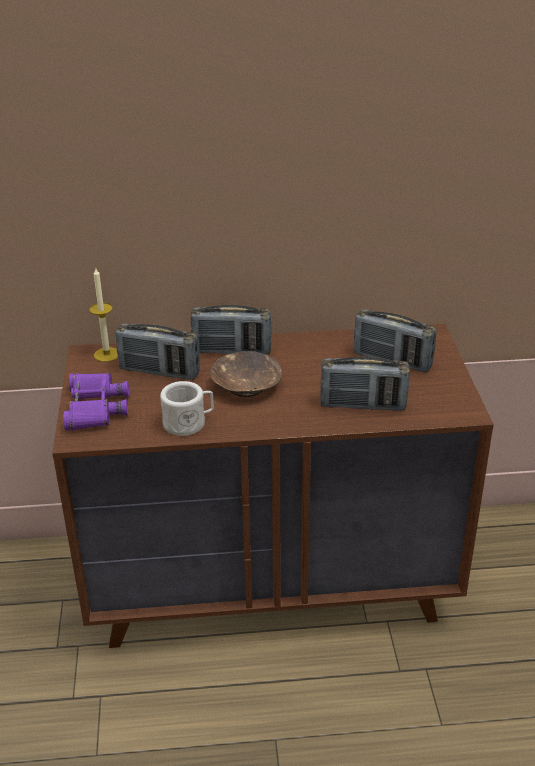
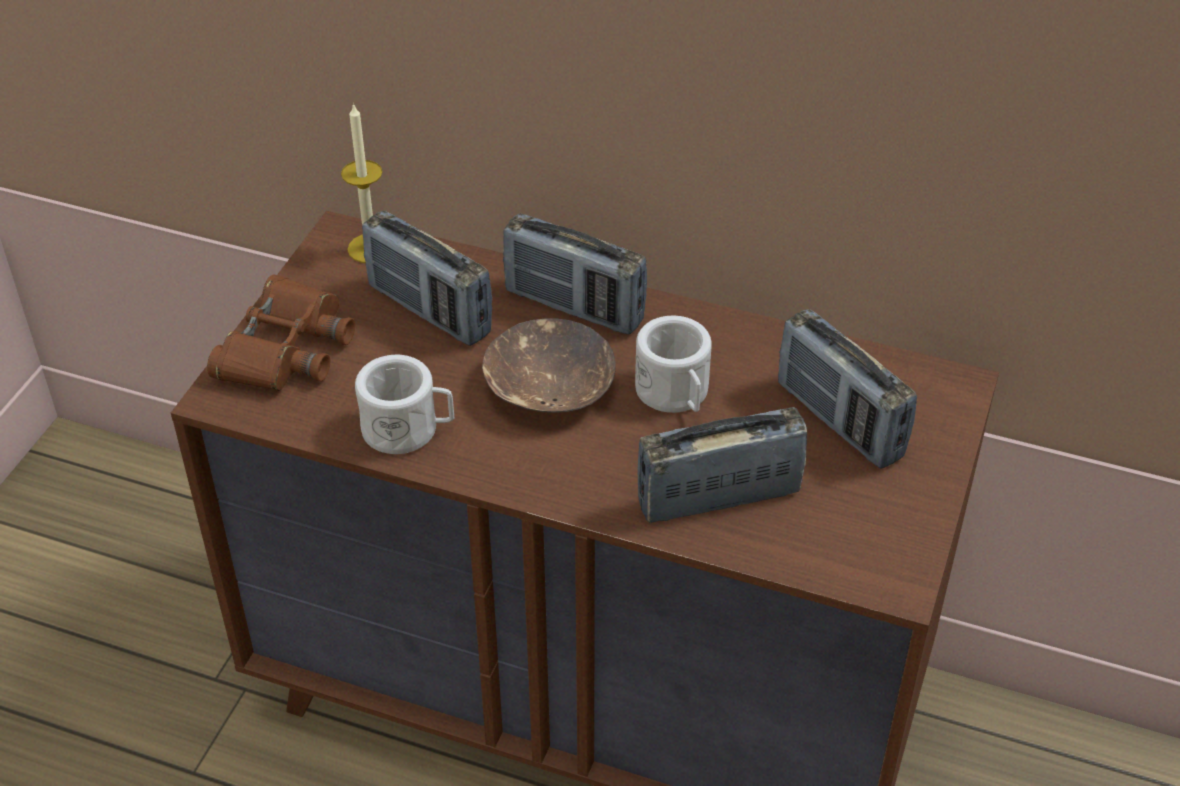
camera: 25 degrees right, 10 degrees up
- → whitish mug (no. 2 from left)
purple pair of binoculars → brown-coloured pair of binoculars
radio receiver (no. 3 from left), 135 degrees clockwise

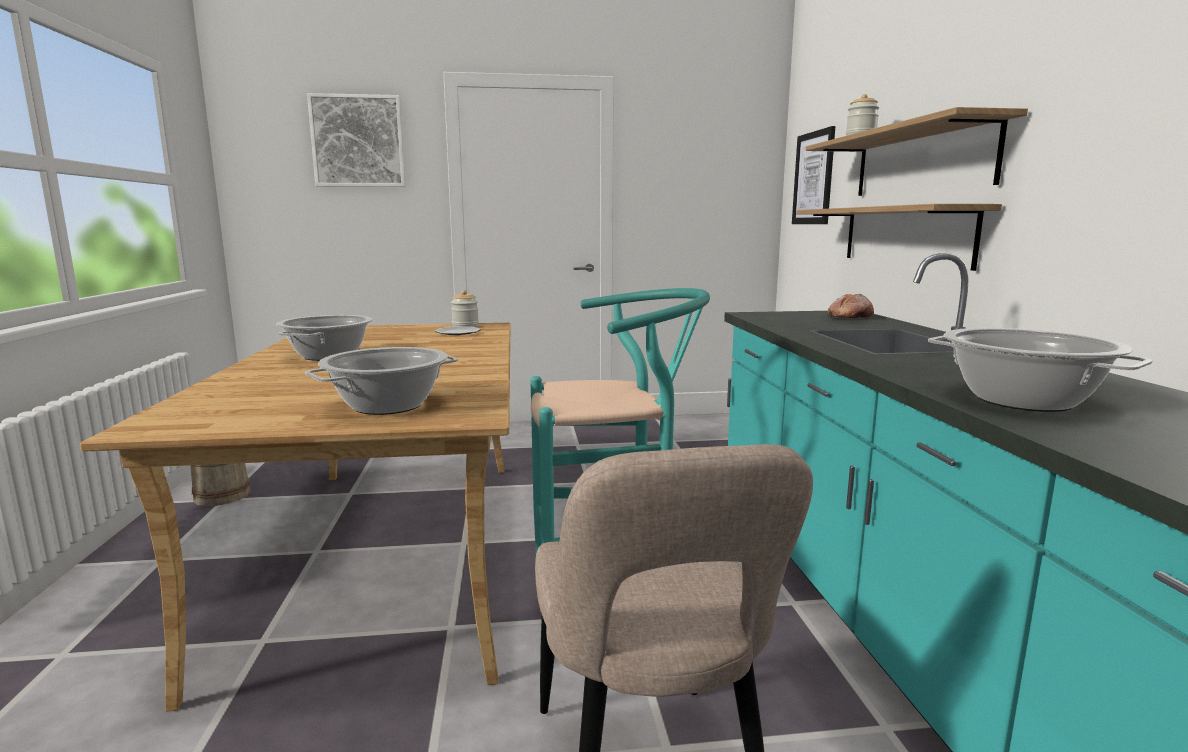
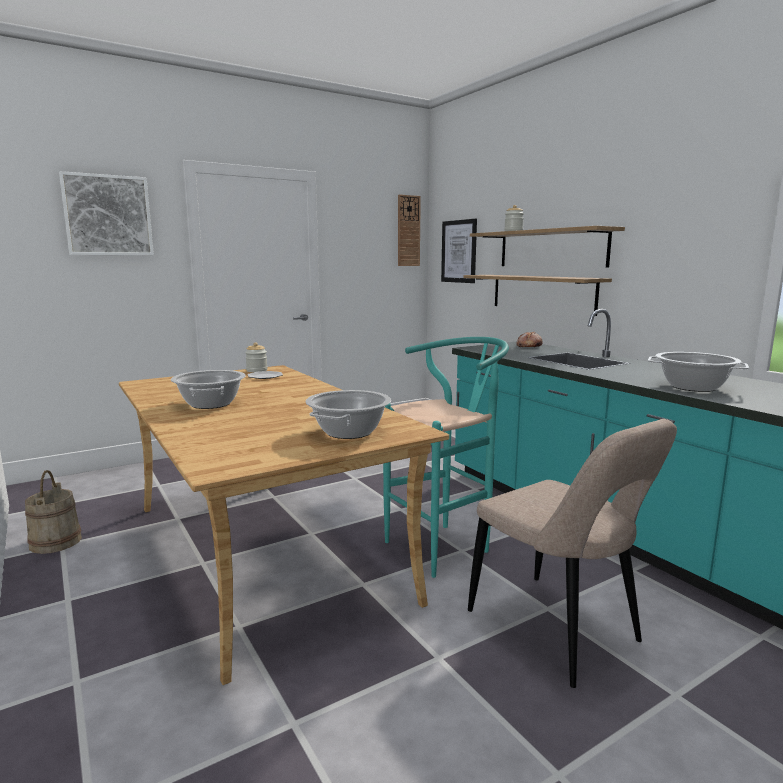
camera: 25 degrees left, 0 degrees up
- → wall clock

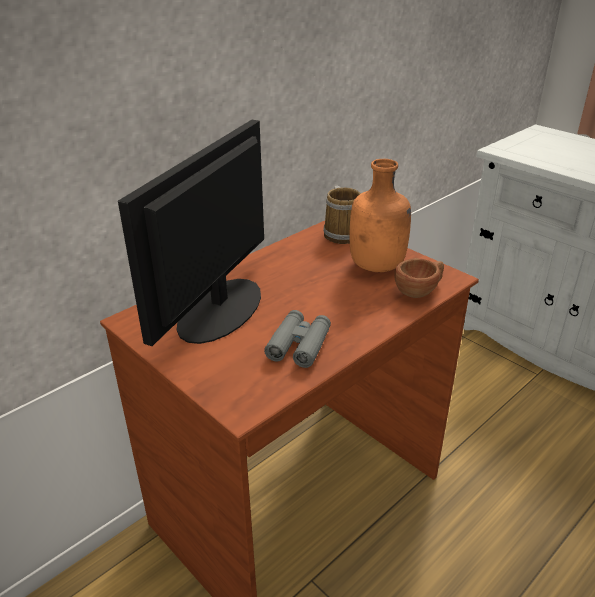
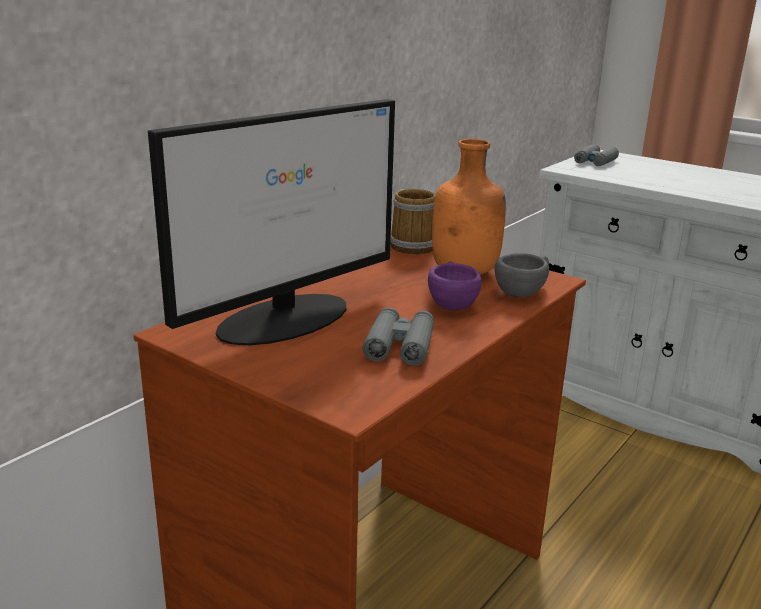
camera: 10 degrees left, 10 degrees down
- → purple drinking cup
- → gray pair of binoculars (no. 2 from left)
brown-coloured drinking cup → gray drinking cup
computer screen, 150 degrees counterclockwise

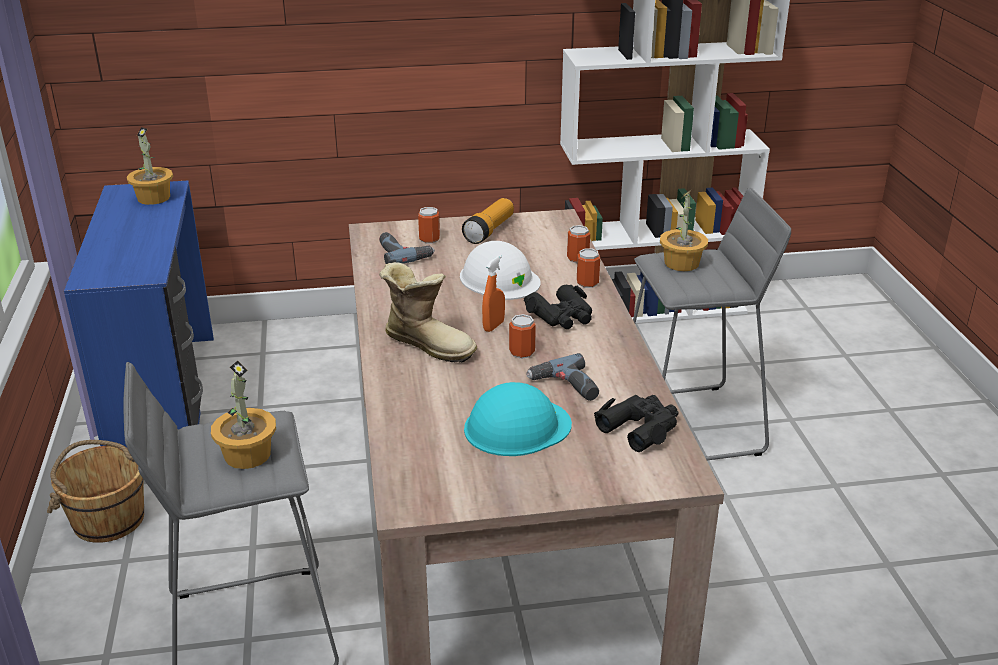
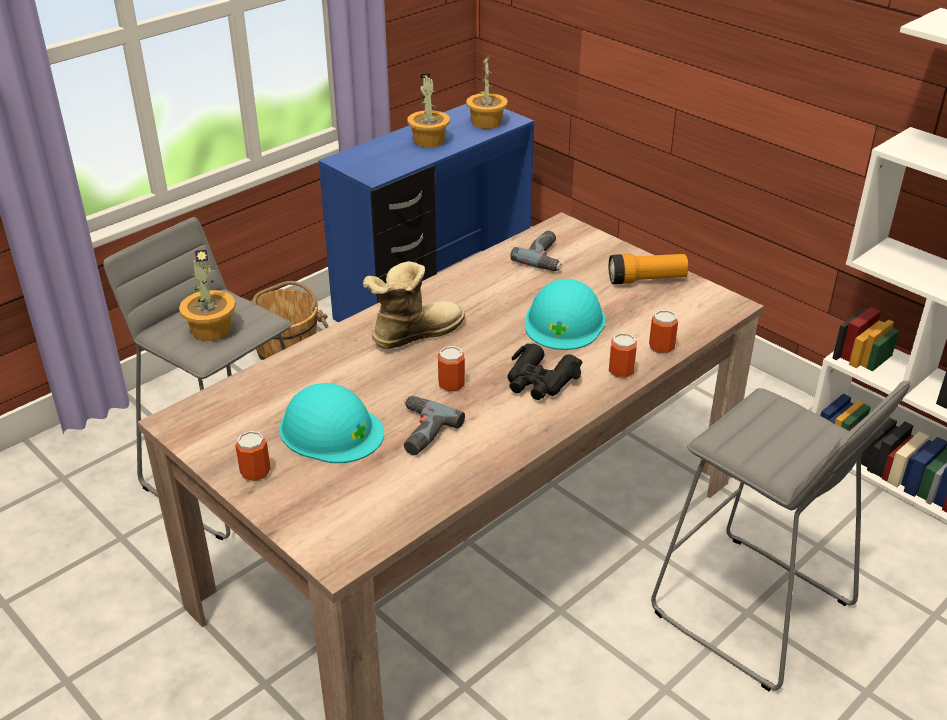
camera: 55 degrees right, 5 degrees up
orangey sprayer → -
black pair of binoculars (no. 2 from left) → -
can (no. 1 from left), relocated
potted plant (no. 3 from left in the first image) → potted plant (no. 2 from left), relocated
whitish work helmet → blue-green work helmet (no. 2 from left)
high-top boot, 120 degrees counterclockwise

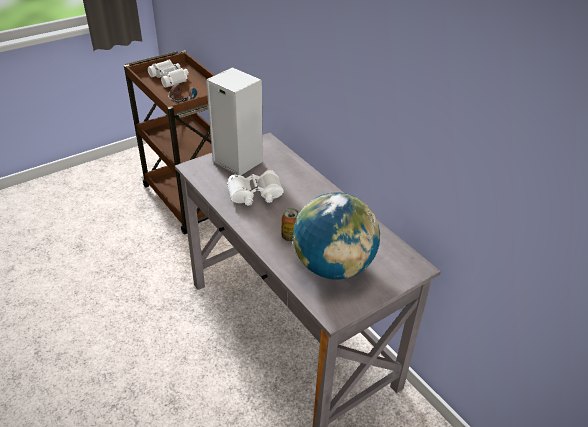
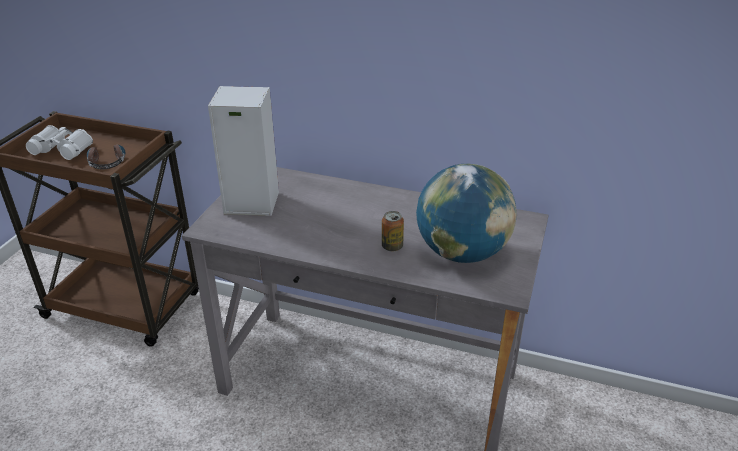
camera: 35 degrees left, 5 degrees down
whitish pair of binoculars (no. 2 from left) → -

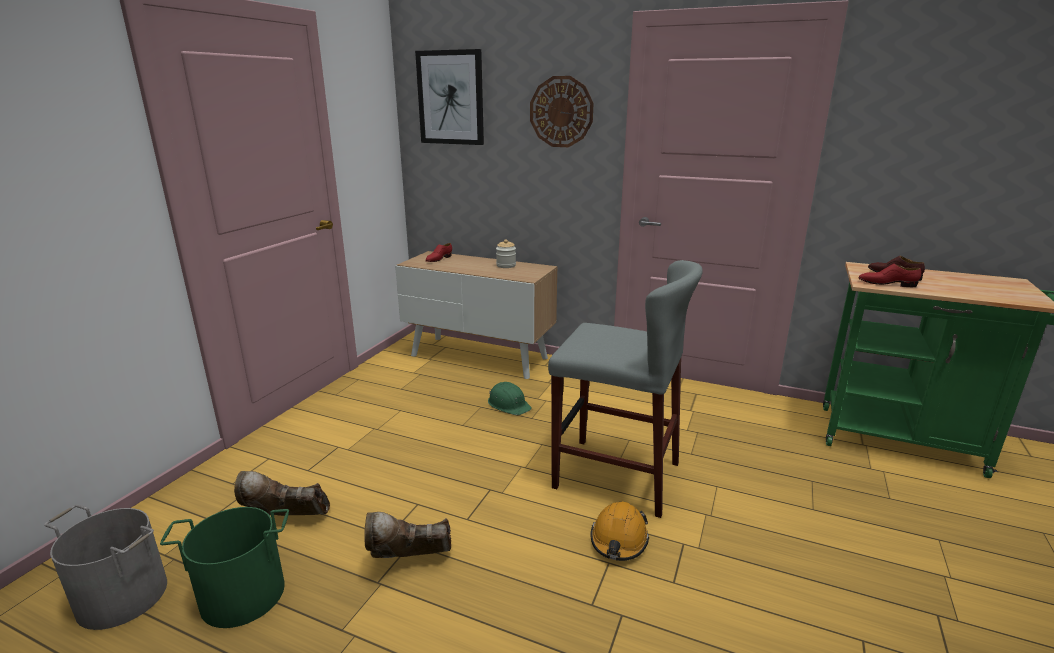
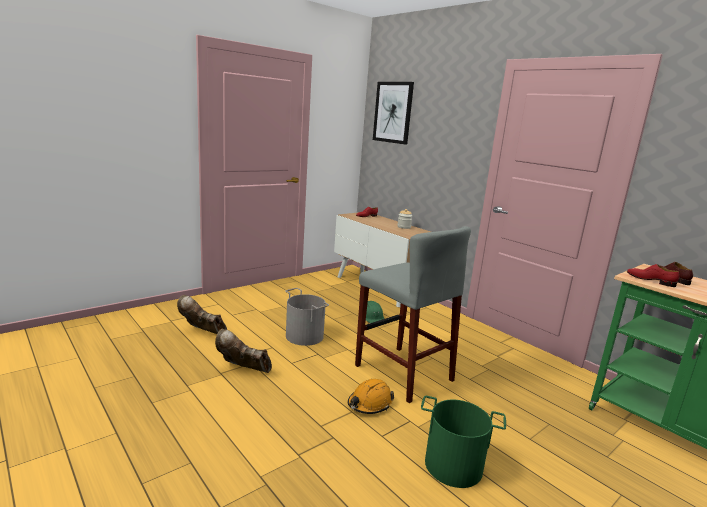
camera: 25 degrees right, 5 degrees down
wall clock → -
gray water bucket, relocated
green-coloured water bucket, relocated

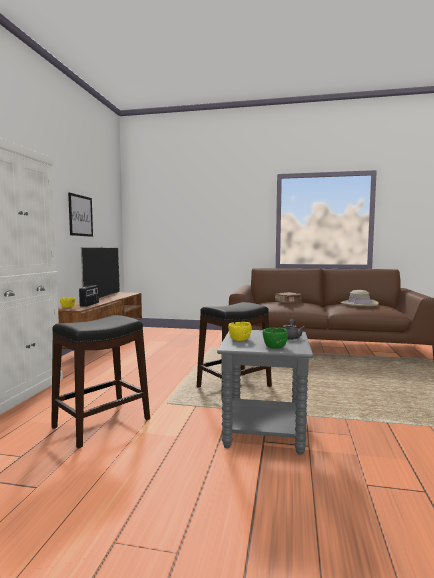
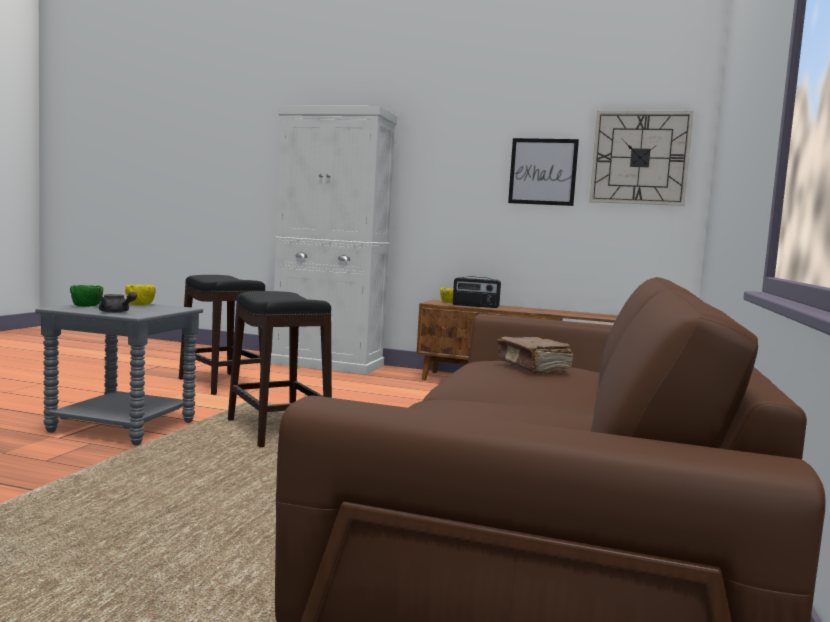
camera: 95 degrees right, 0 degrees up
TV set → -
sand-coloured wearable hat → -
- → wall clock

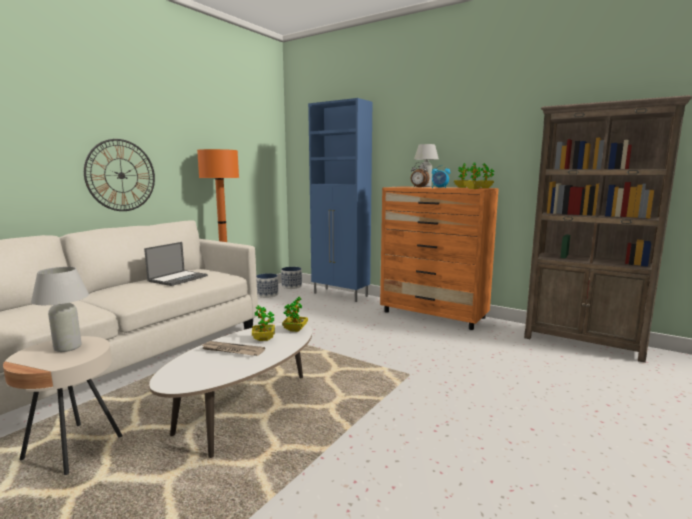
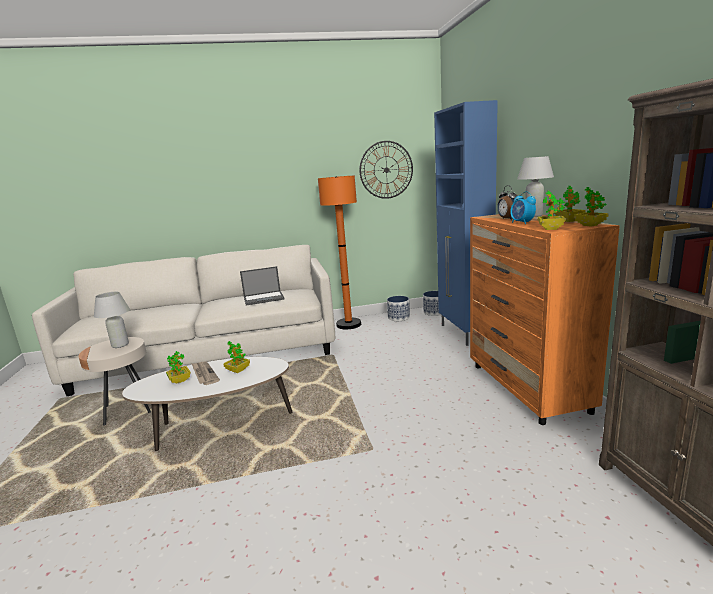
camera: 45 degrees right, 5 degrees up
wall clock, relocated
potted plant (no. 2 from left in the first image) → potted plant (no. 1 from left), relocated

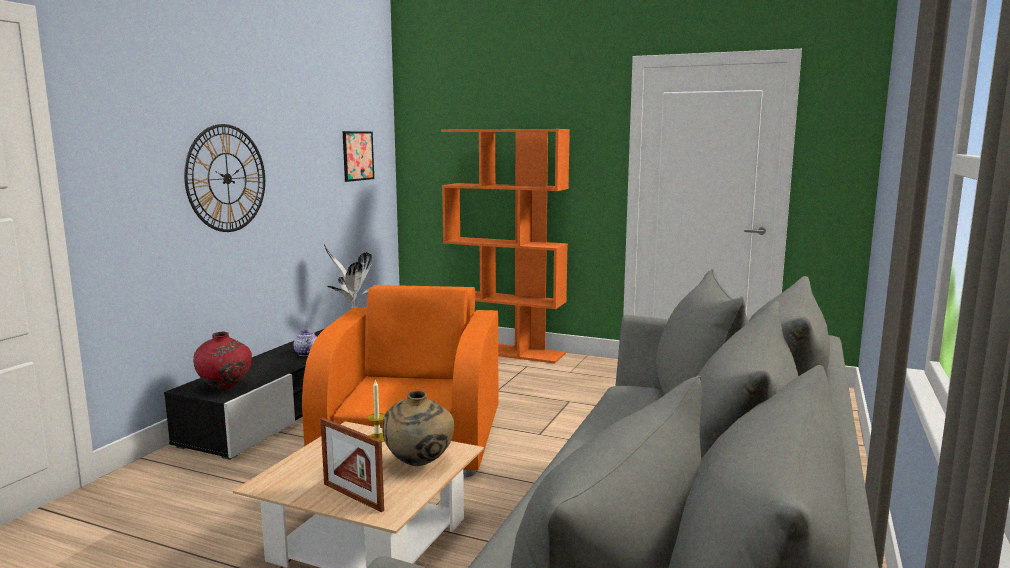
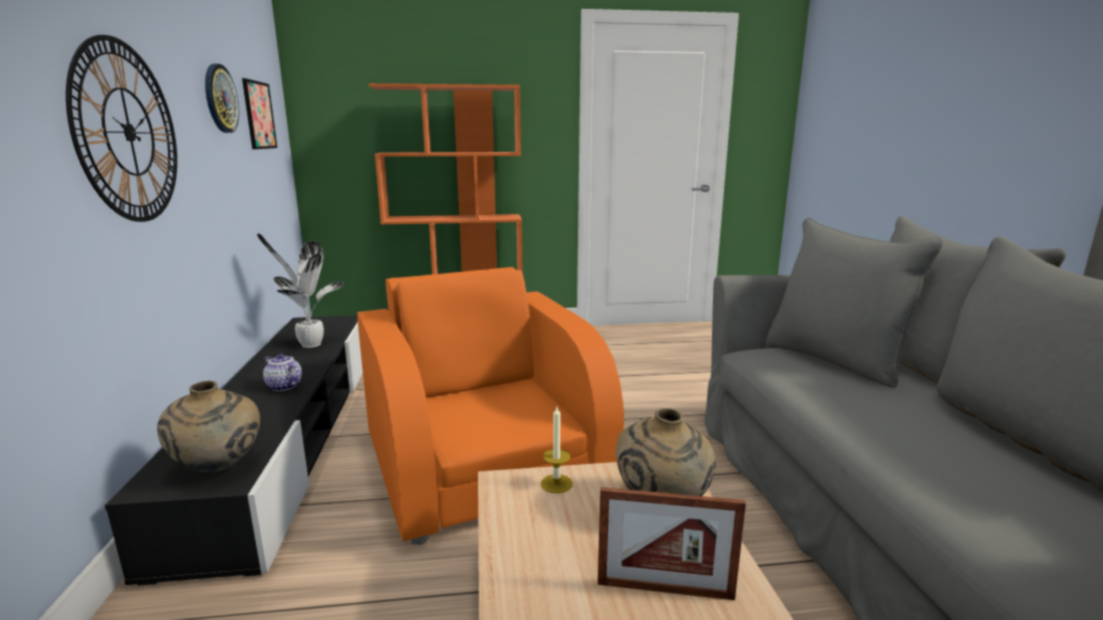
camera: 30 degrees left, 5 degrees up
- → wall clock (no. 2 from left)
red-coloured flower vase → sand-coloured flower vase (no. 1 from left)

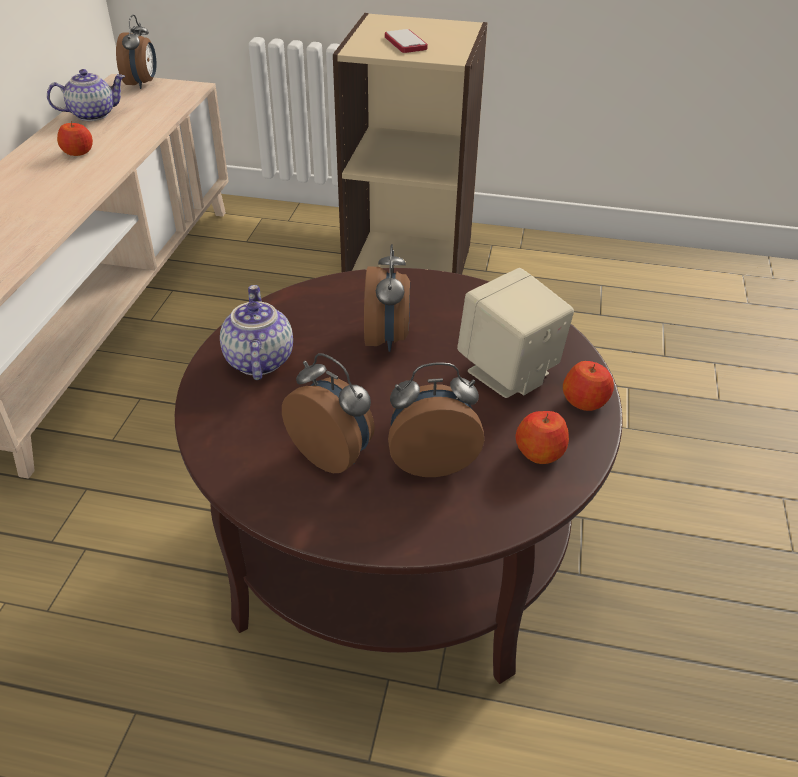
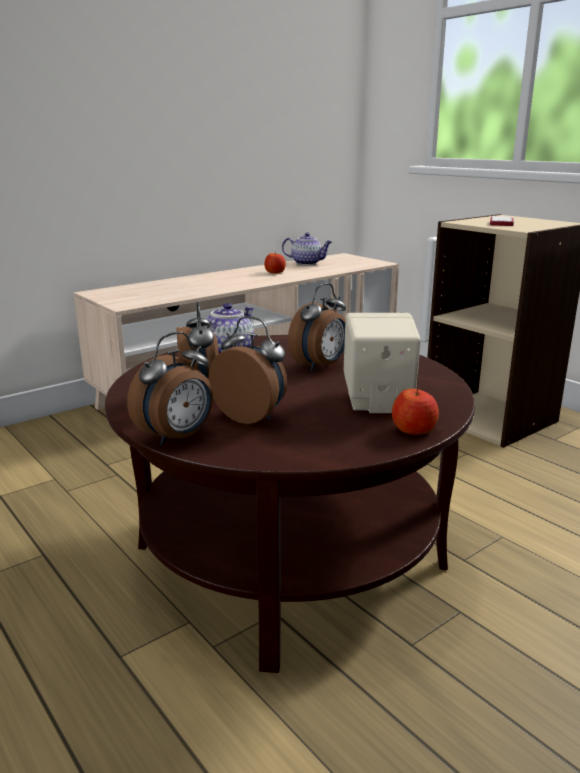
camera: 40 degrees right, 20 degrees down
whole apple (no. 2 from left) → -
bedside clock (no. 1 from left), relocated

